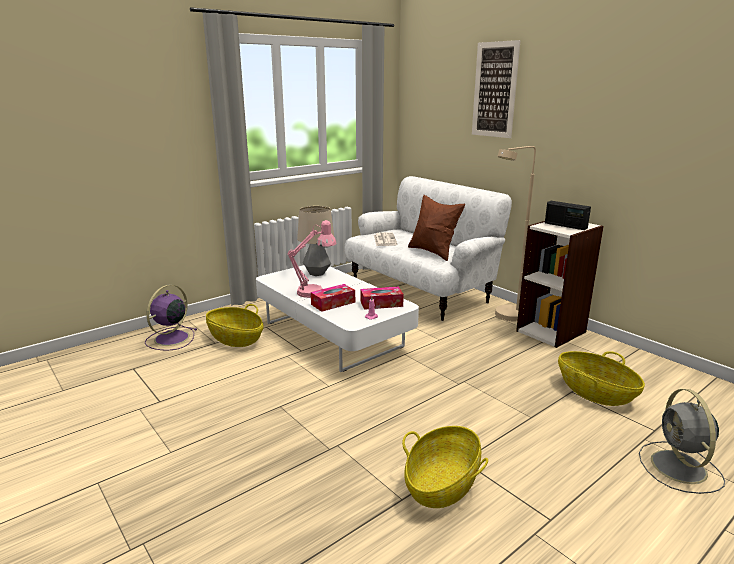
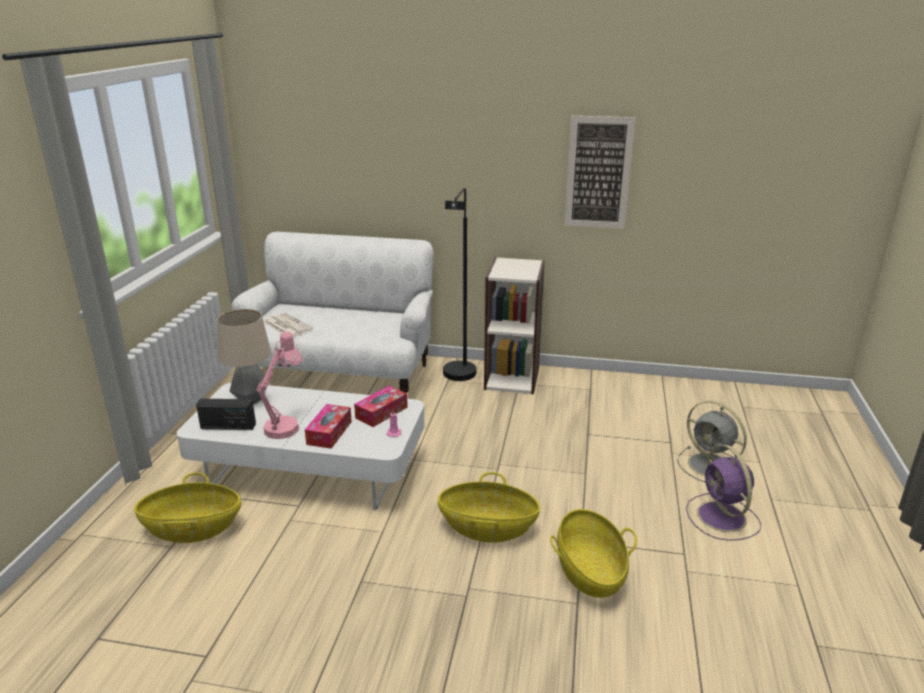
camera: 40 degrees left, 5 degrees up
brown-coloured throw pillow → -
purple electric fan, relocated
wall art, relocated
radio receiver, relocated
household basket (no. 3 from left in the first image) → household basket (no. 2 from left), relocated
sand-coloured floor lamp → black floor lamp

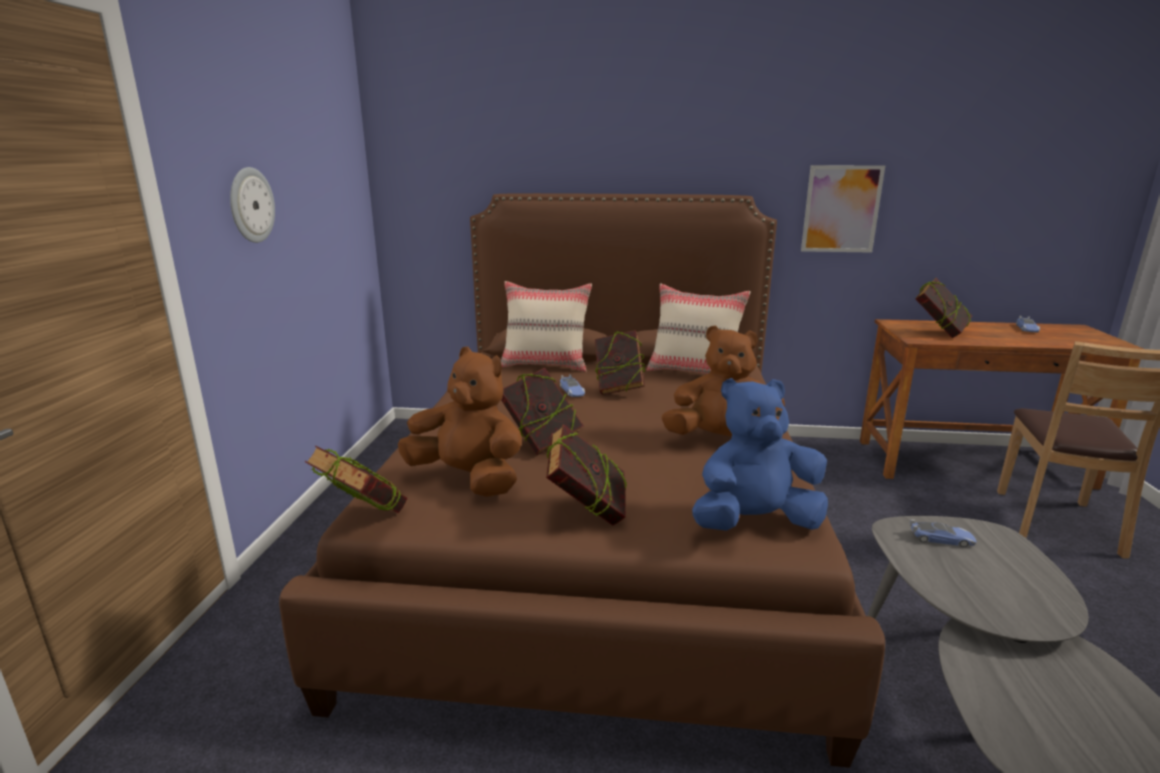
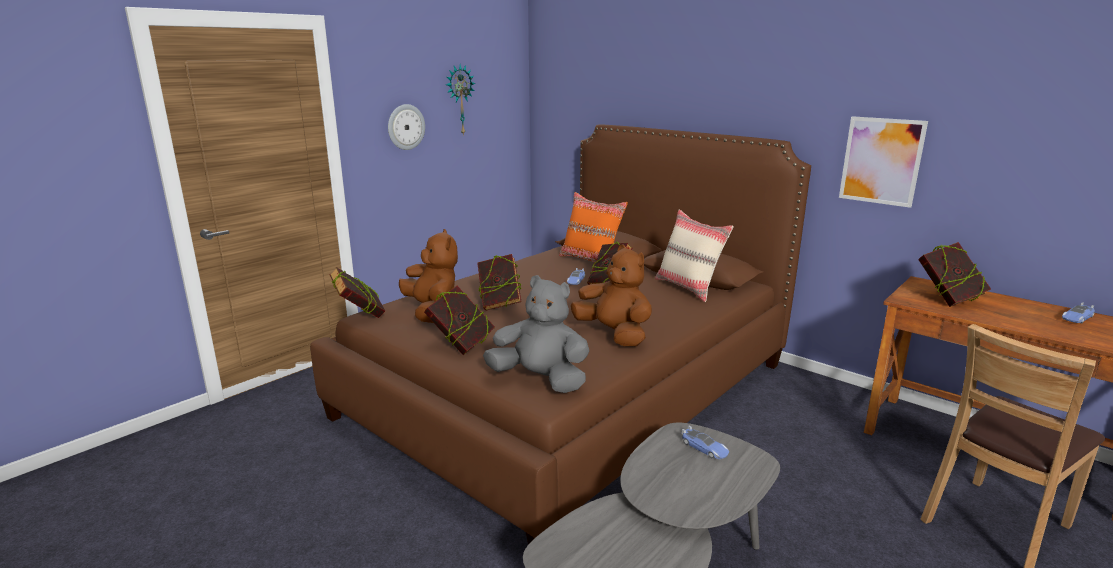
camera: 35 degrees right, 0 degrees up
- → wall clock (no. 2 from left)
sand-coloured throw pillow (no. 1 from left) → orangey throw pillow
bluish cuddly toy → gray cuddly toy

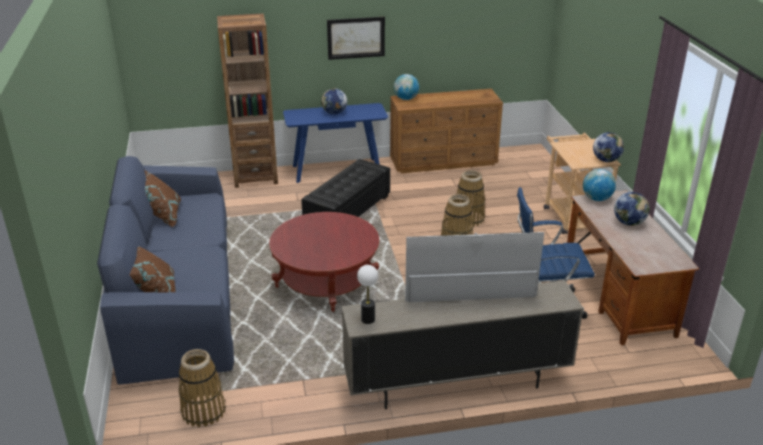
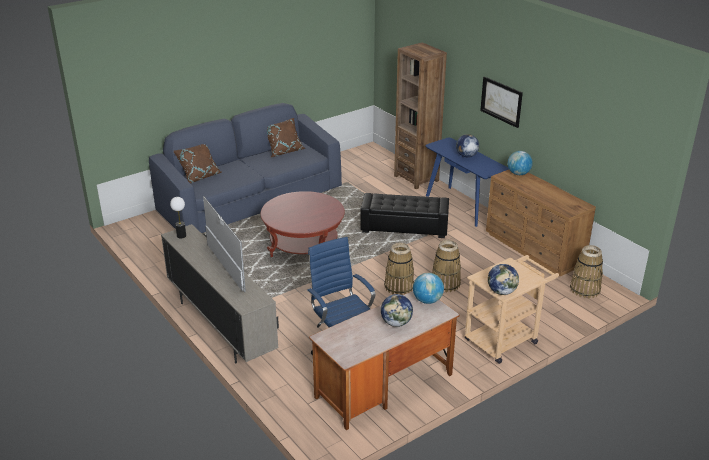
camera: 65 degrees right, 0 degrees up
household basket (no. 1 from left in the first image) → household basket (no. 3 from left), relocated

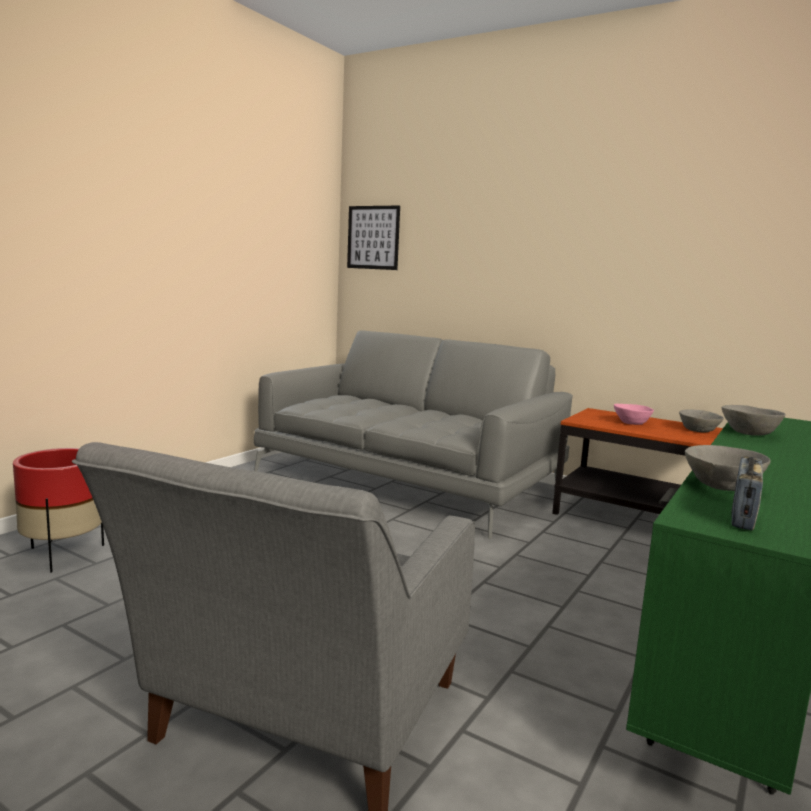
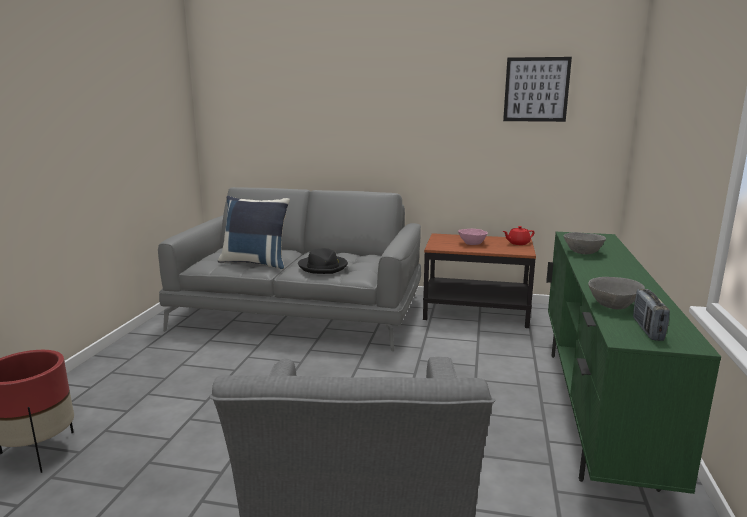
camera: 20 degrees left, 5 degrees up
- → bluish throw pillow
- → black wearable hat
wall art, relocated
gray serving bowl (no. 1 from left) → red-coloured tea pot

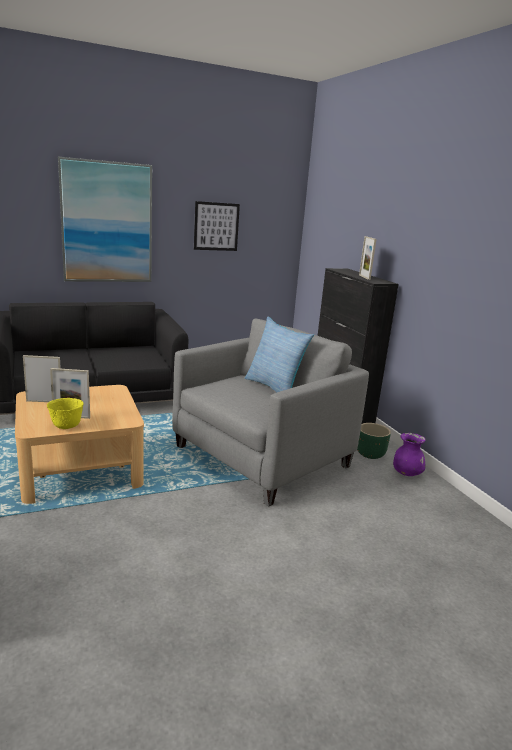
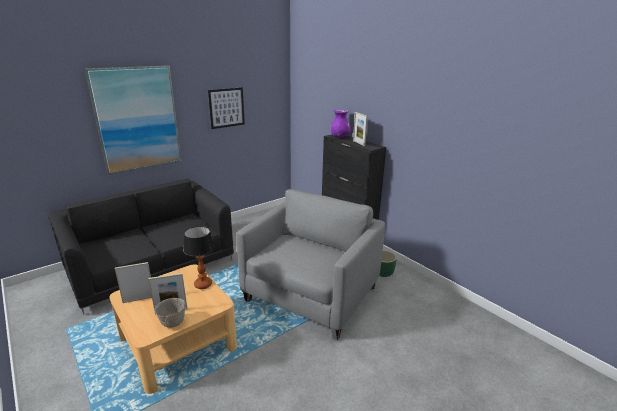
camera: 15 degrees left, 5 degrees up
throw pillow → -
- → tabletop lamp
purple flower vase, relocated
yellowish serving bowl → gray serving bowl

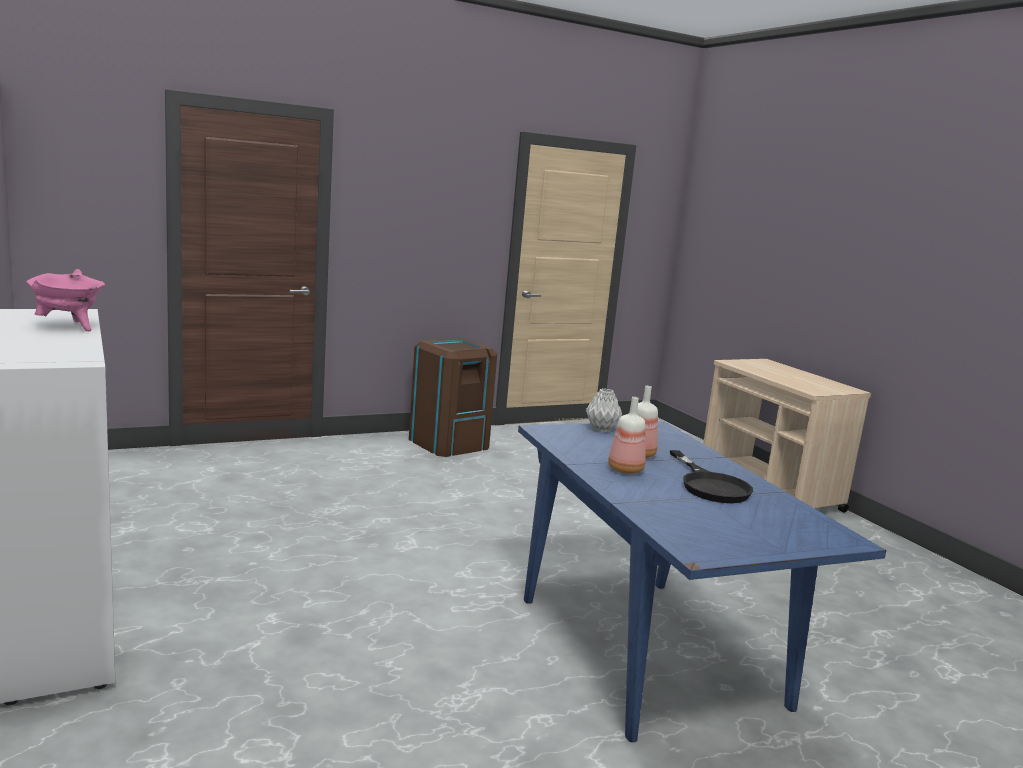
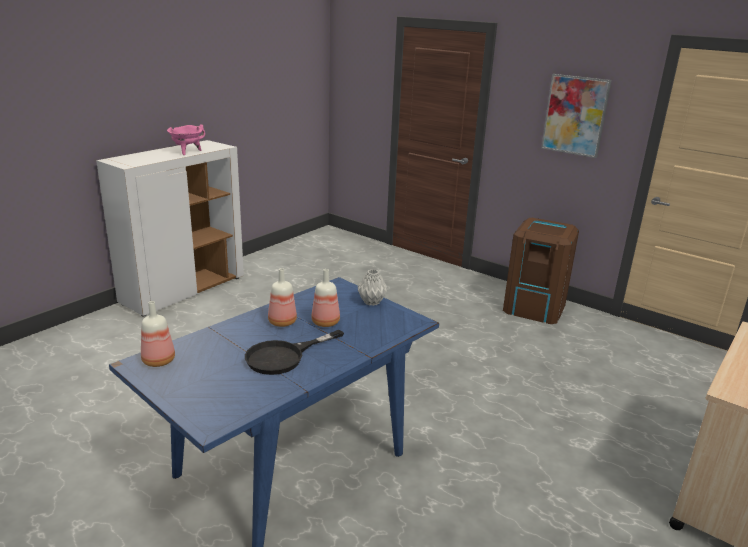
camera: 65 degrees right, 10 degrees up
- → bottle (no. 1 from left)
- → wall art

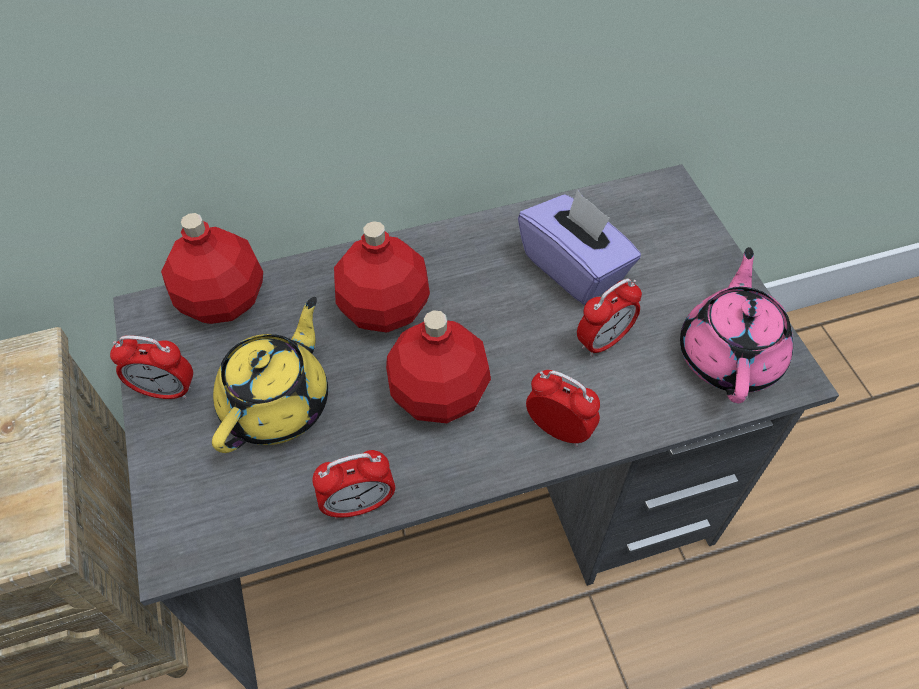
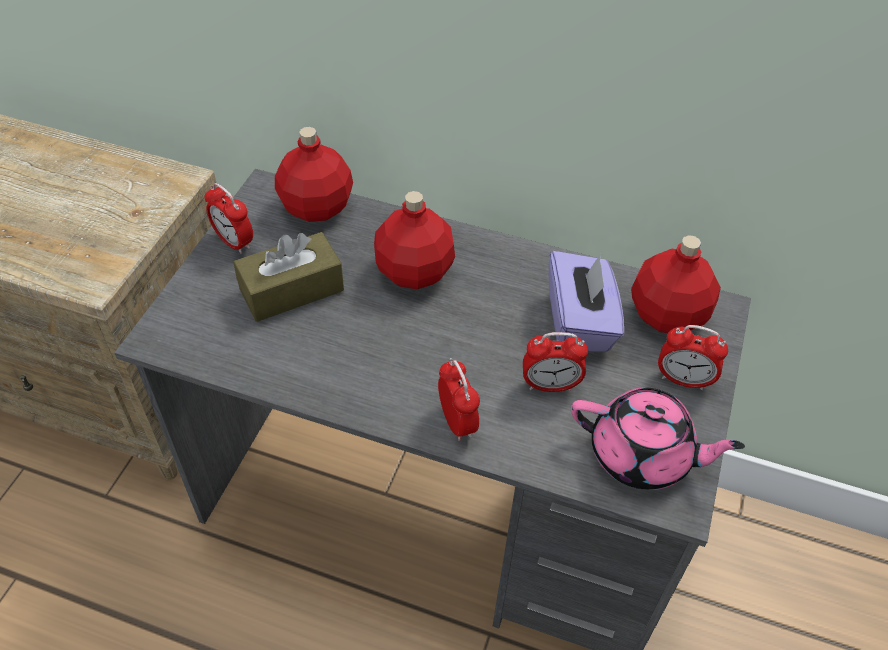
camera: 35 degrees right, 5 degrees down
bedside clock (no. 2 from left in the first image) → bedside clock (no. 4 from left), relocated
red-coloured bottle (no. 3 from left), relocated
yellowish tea pot → brown-coloured tissue holder
pinkish tea pot, 60 degrees clockwise

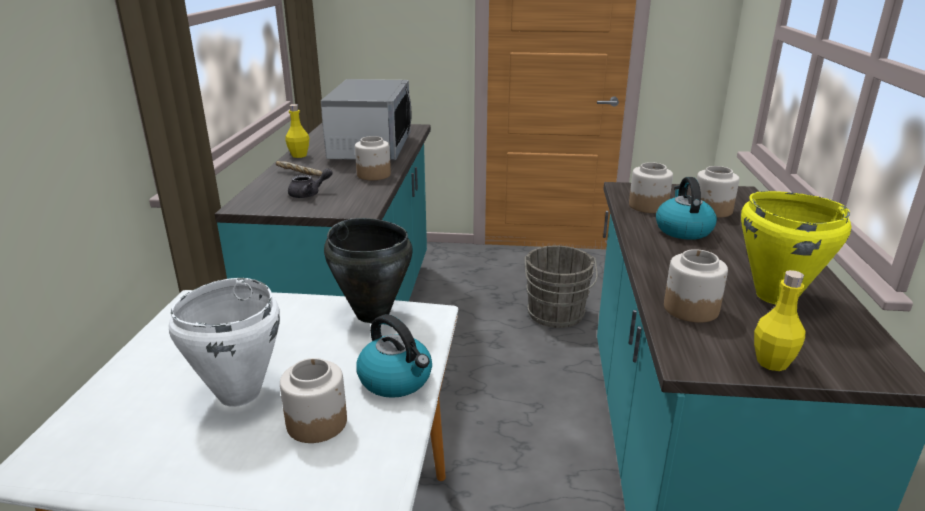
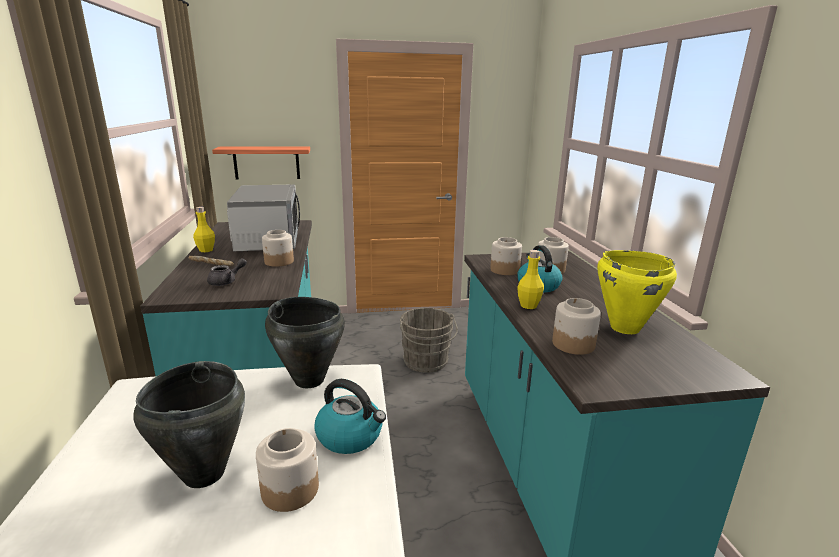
camera: 15 degrees left, 5 degrees down
- → shelf
yellowish bottle (no. 2 from left), relocated
whitish cooking pot → black cooking pot (no. 1 from left)

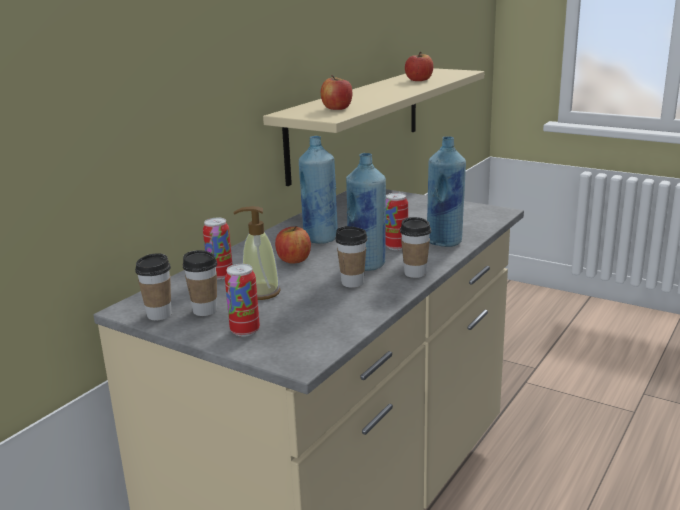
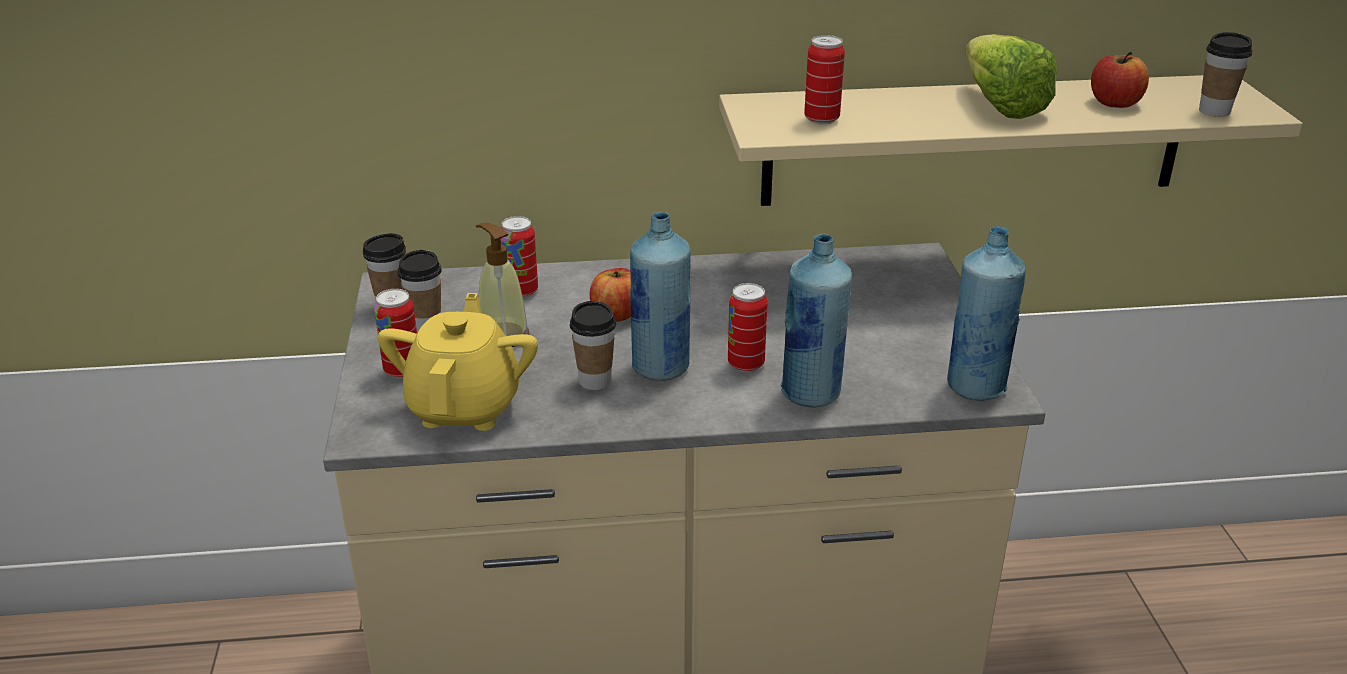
camera: 50 degrees right, 10 degrees up
- → yellowish tea pot
- → lettuce head
bluish bottle (no. 1 from left in the first image) → bluish bottle (no. 3 from left), relocated
drinking cup (no. 4 from left), relocated
whole apple (no. 2 from left) → can (no. 4 from left)

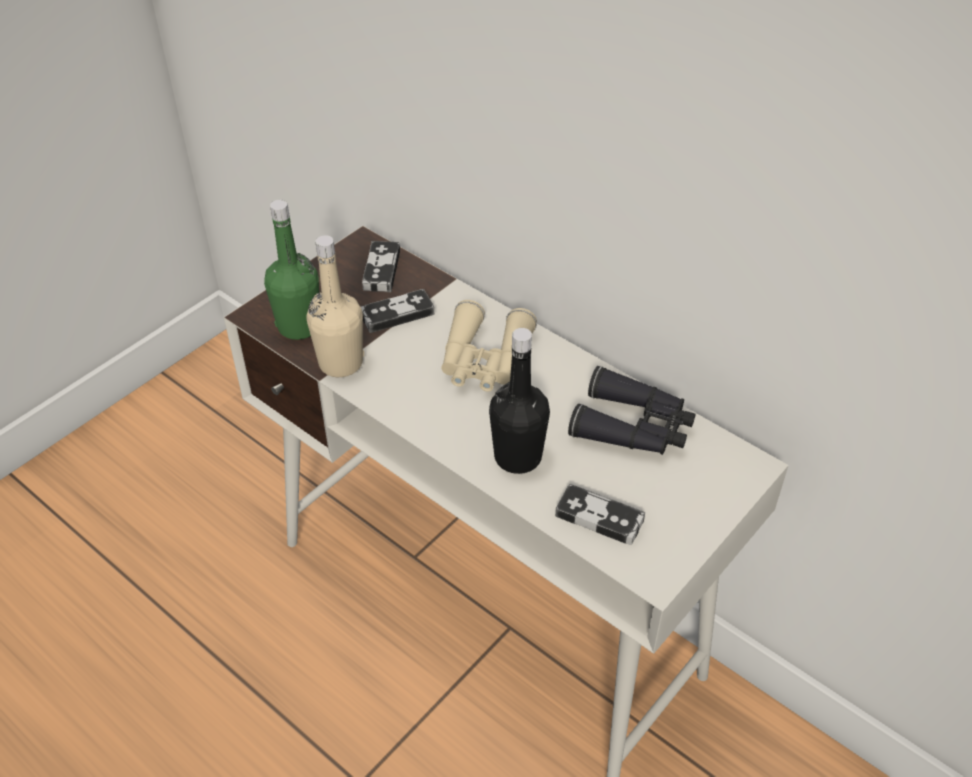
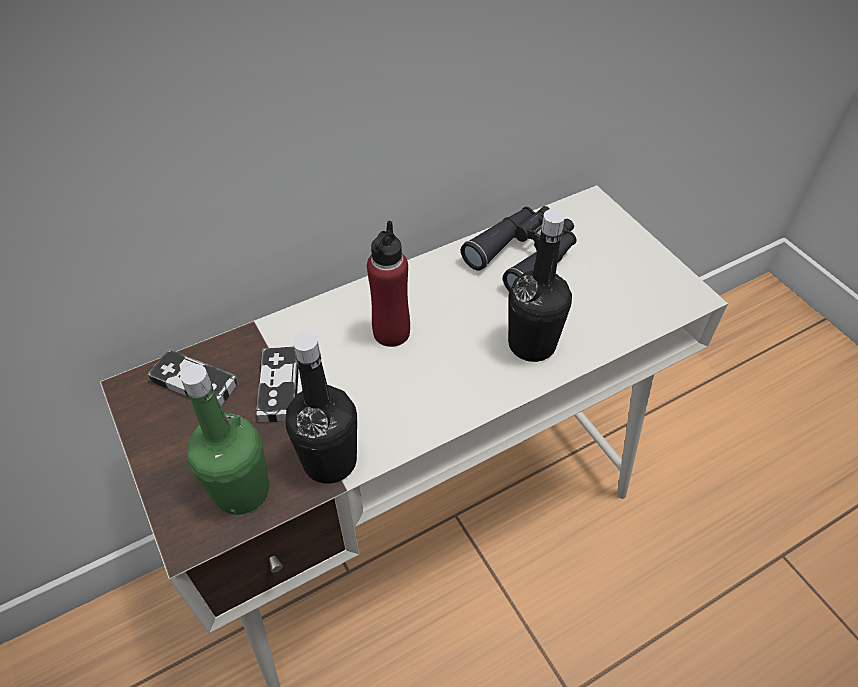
camera: 70 degrees left, 5 degrees up
gamepad (no. 3 from left) → -
sand-coloured pair of binoculars → red-coloured bottle
sand-coloured bottle → black bottle (no. 1 from left)

